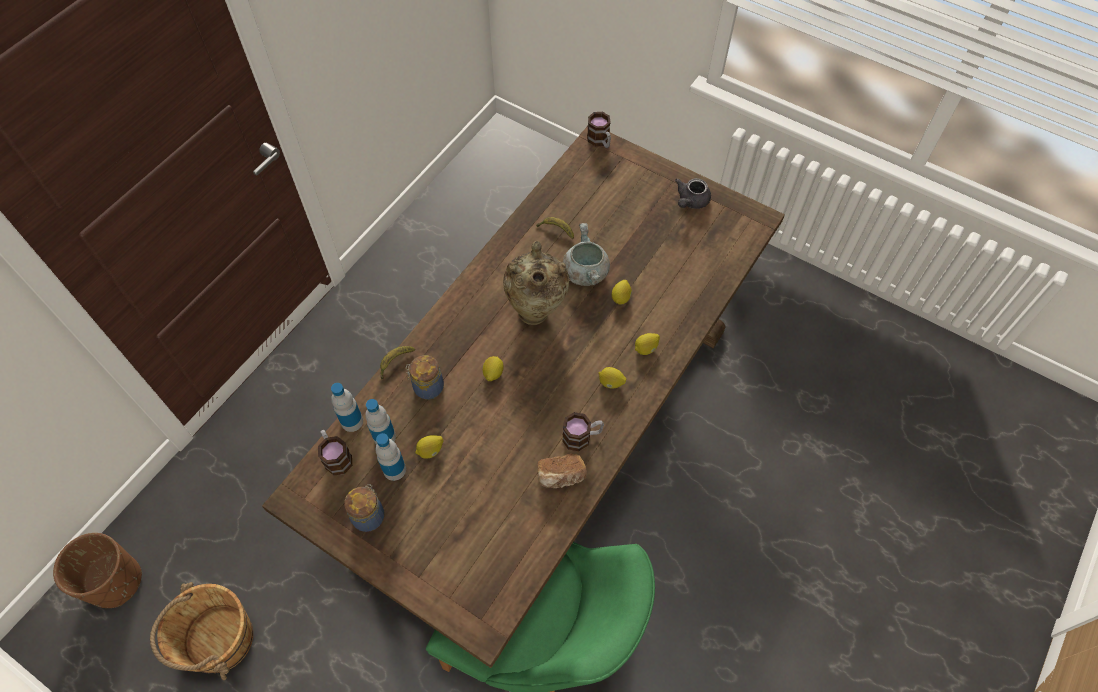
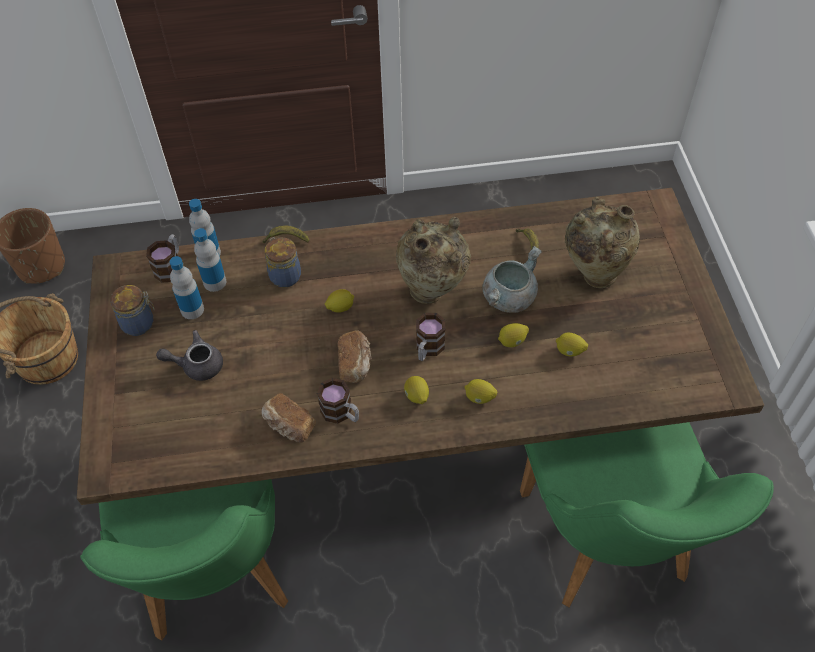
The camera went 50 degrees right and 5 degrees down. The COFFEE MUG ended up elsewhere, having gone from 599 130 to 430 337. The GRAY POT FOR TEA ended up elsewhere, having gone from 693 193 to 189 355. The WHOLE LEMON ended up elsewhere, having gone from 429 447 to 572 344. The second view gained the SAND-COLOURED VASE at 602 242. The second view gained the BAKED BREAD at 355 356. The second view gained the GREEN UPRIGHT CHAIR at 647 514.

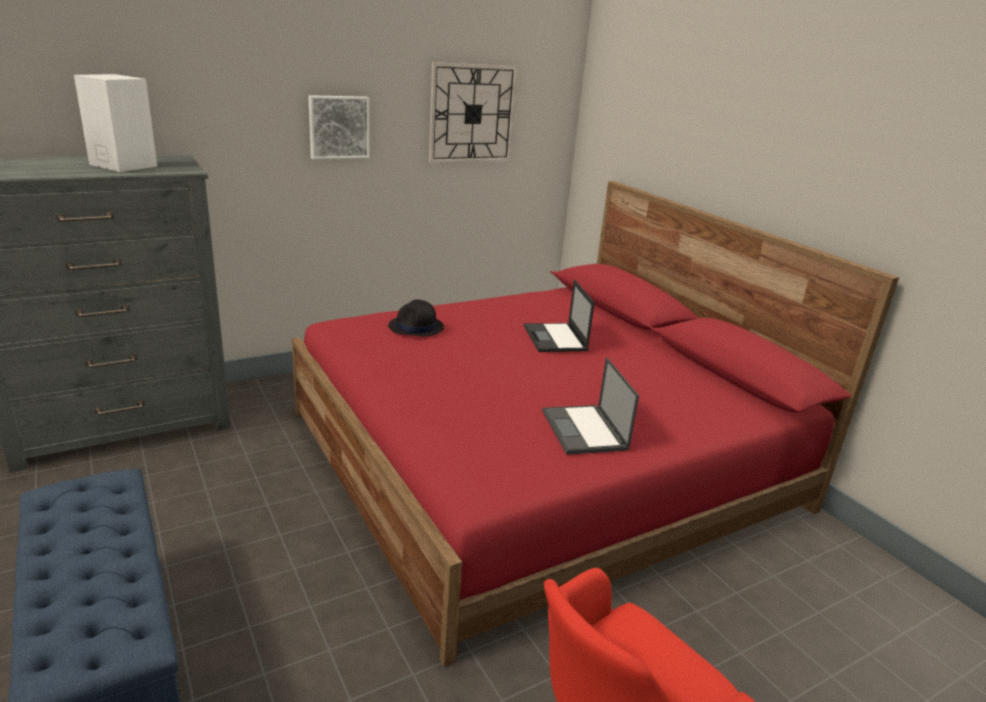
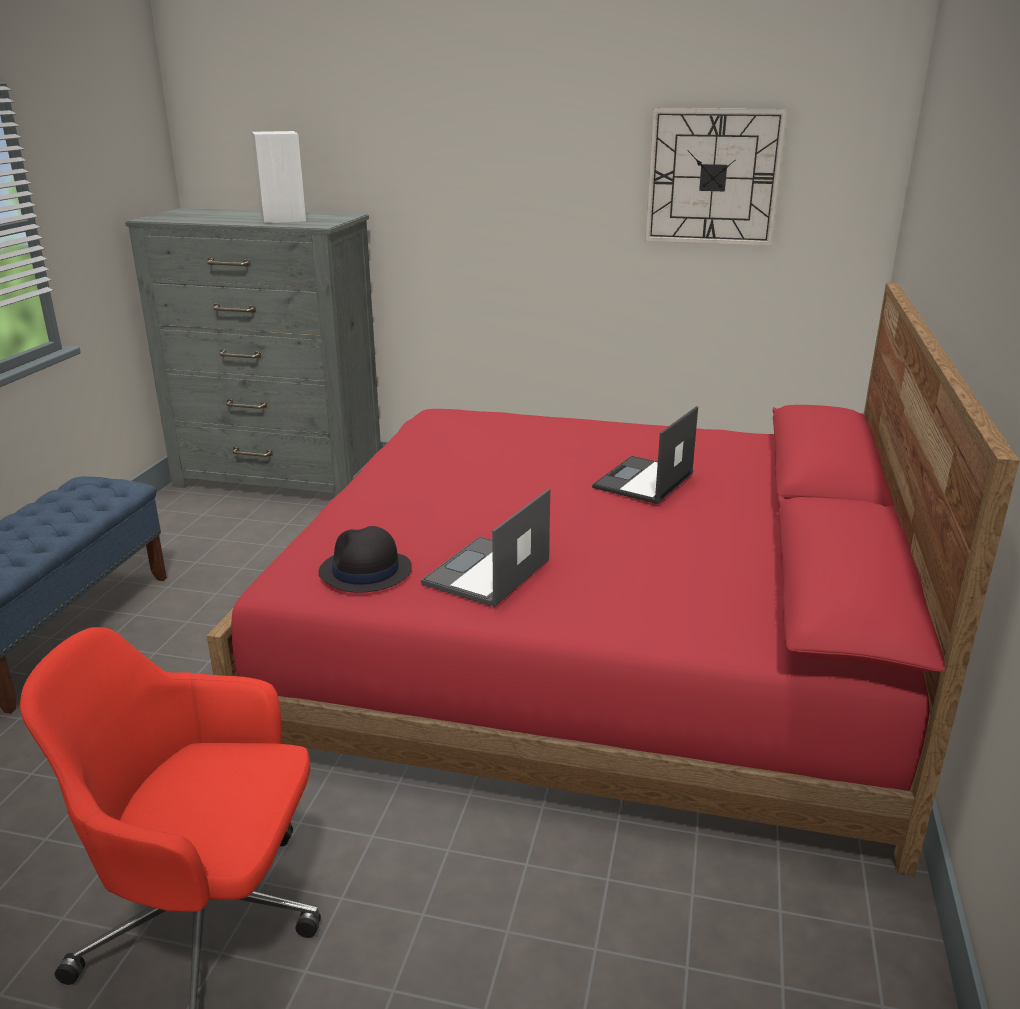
The camera went 45 degrees right and 0 degrees up. The second view lost the WALL ART at 339 127. The BLACK-COLOURED CLOTHING HAT ended up elsewhere, having gone from 416 318 to 365 559.

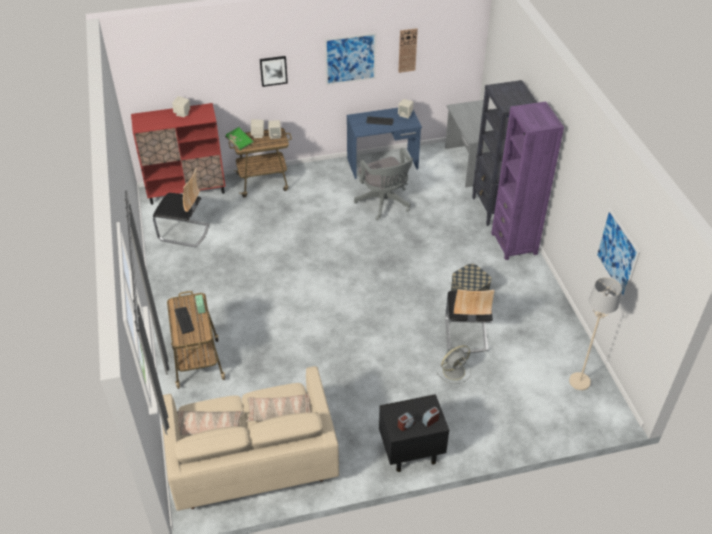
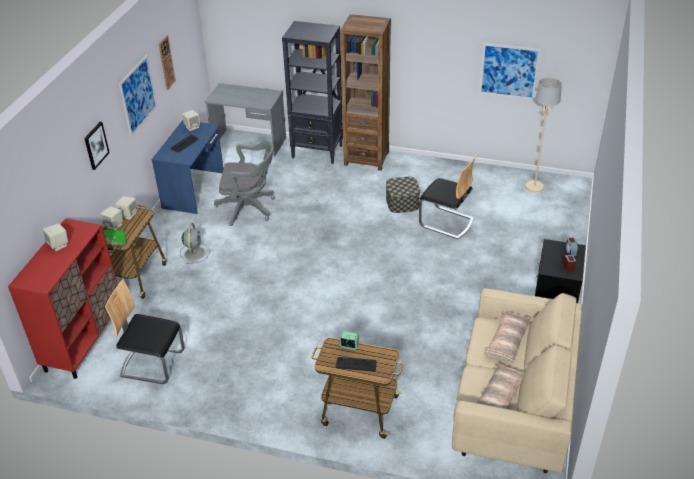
The camera went 60 degrees left and 5 degrees down. What was the PURPLISH BOOKCASE at 527 180 turned into the BROWNISH BOOKCASE at 365 92. The UPRIGHT CHAIR at 181 208 ended up facing another way, 120 degrees counterclockwise from before. The GRAY ELECTRIC FAN ended up elsewhere, having gone from 454 364 to 195 243.

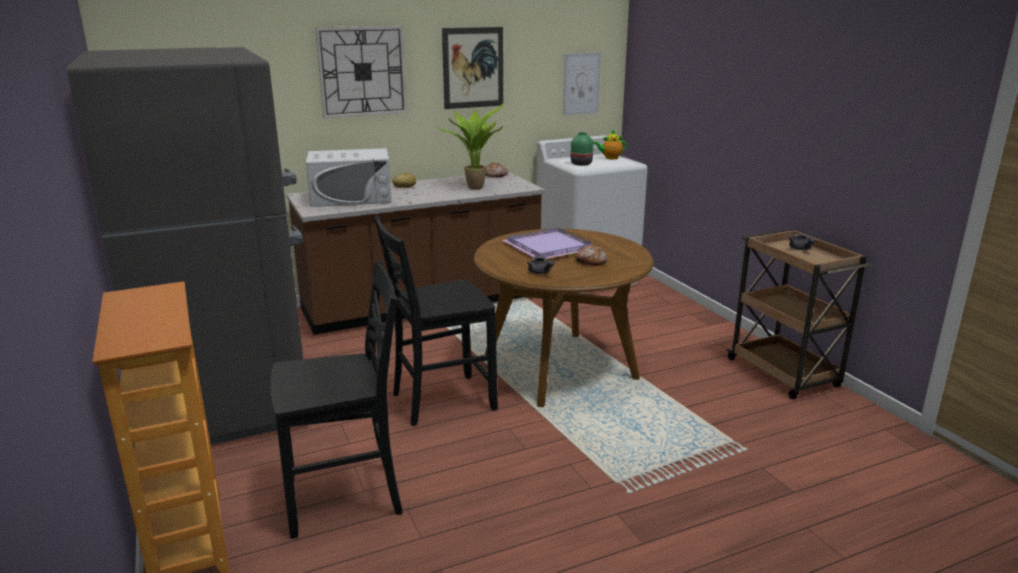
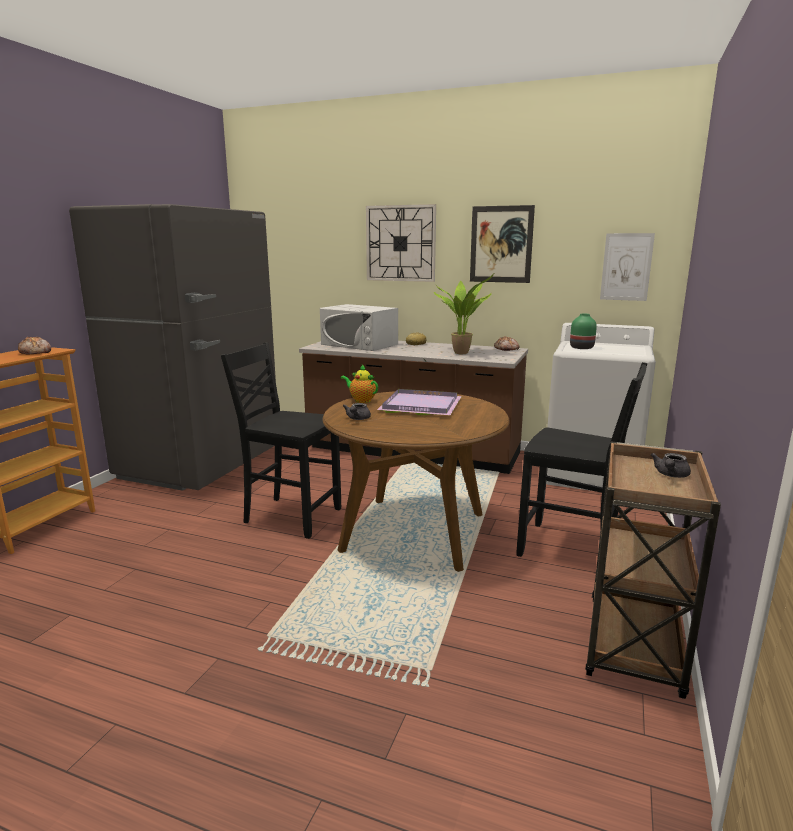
The camera went 45 degrees right and 5 degrees down. The POT FOR TEA ended up elsewhere, having gone from 609 144 to 359 384. The BAKED BREAD ended up elsewhere, having gone from 591 255 to 34 346. The BLACK-COLOURED UPRIGHT CHAIR ended up elsewhere, having gone from 337 400 to 581 459.

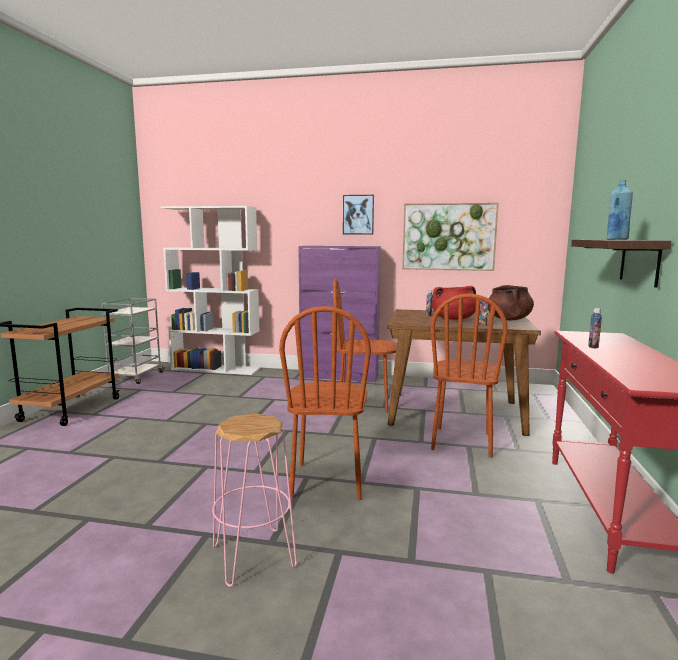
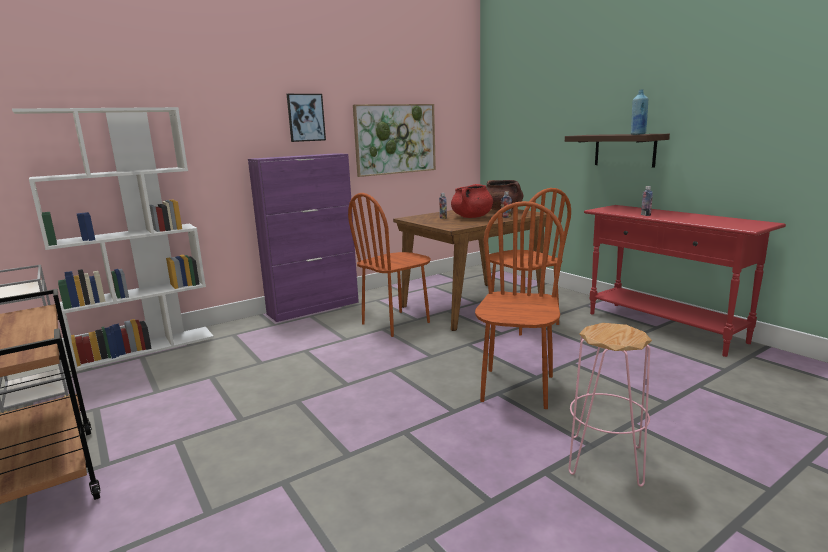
The camera went 45 degrees left and 5 degrees up. The BROWNISH UPRIGHT CHAIR at 325 403 ended up facing another way, 120 degrees counterclockwise from before.

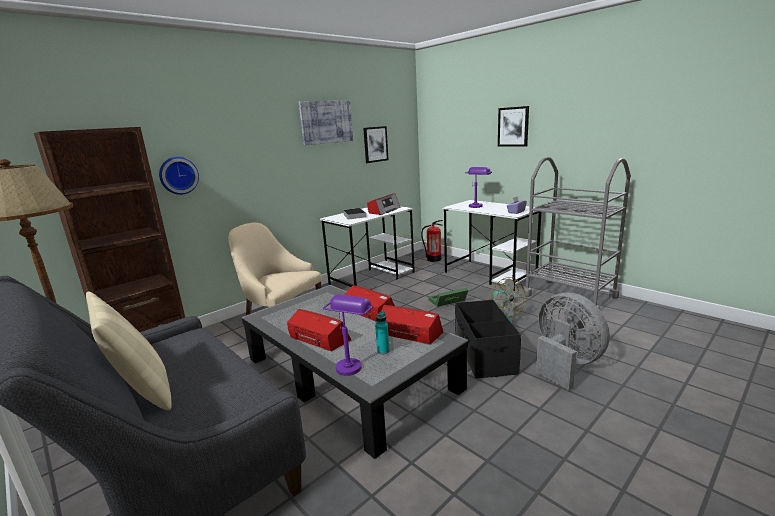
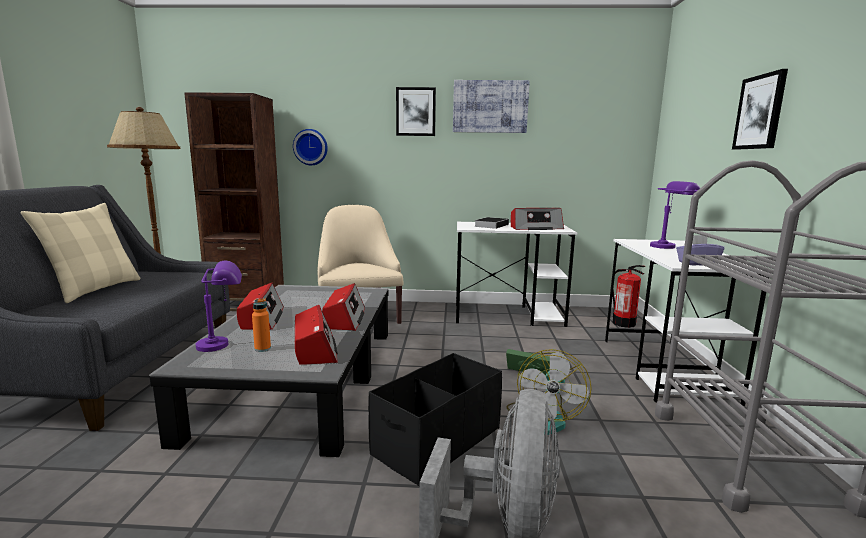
The camera went 45 degrees right and 5 degrees down. The WALL ART ended up elsewhere, having gone from 376 144 to 416 111. What was the TURQUOISE-COLOURED DRINK BOTTLE at 382 332 turned into the ORANGE DRINK BOTTLE at 261 325.

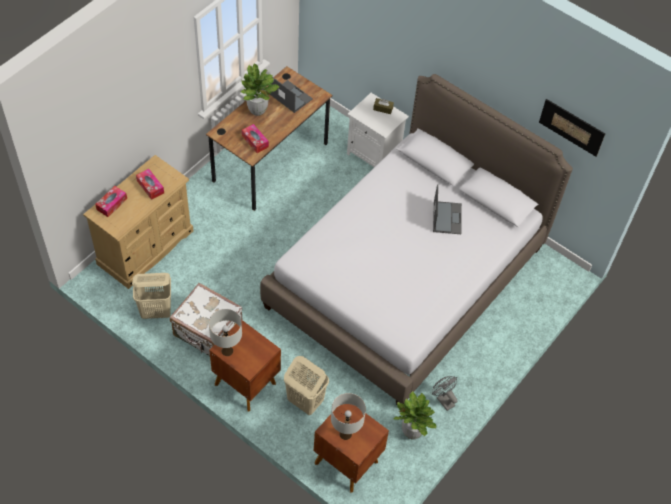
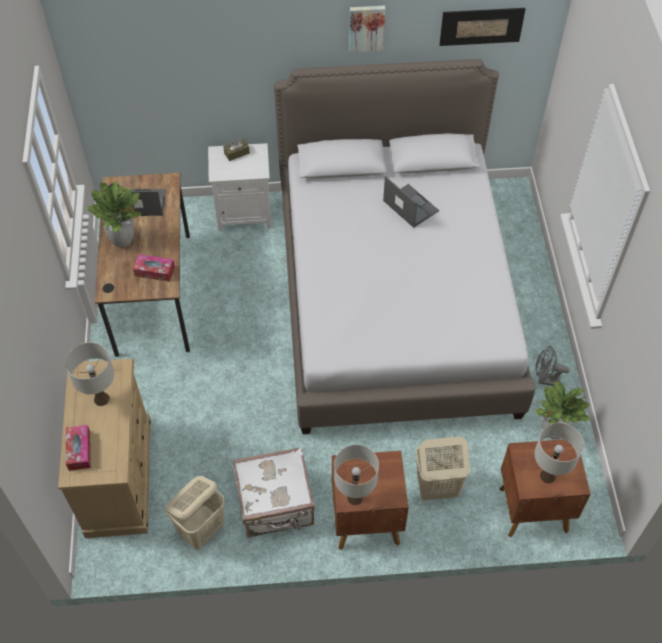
The camera went 40 degrees left and 0 degrees up. Where the BOX OF TISSUES stood at 150 184, the WHITISH LAMP FOR A TABLE came to stand at 89 374. The second view gained the WALL ART at 367 29.

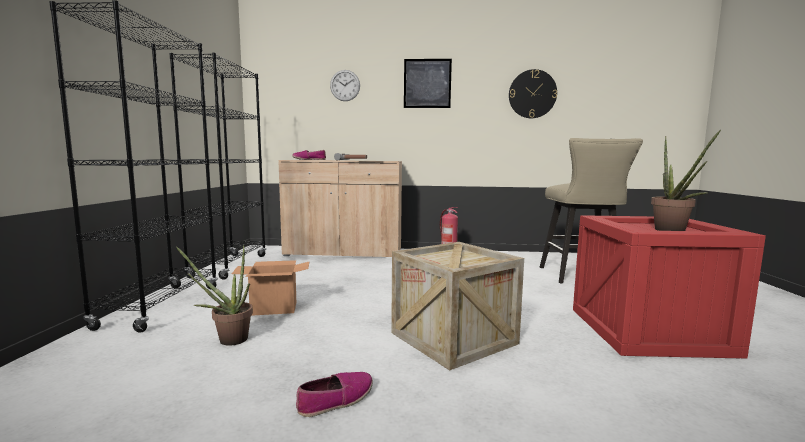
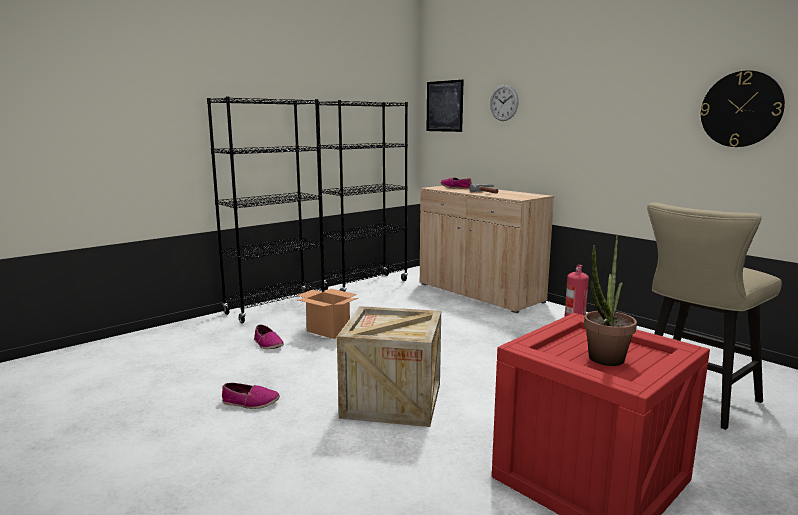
The camera went 45 degrees right and 5 degrees up. The WALL ART ended up elsewhere, having gone from 428 83 to 445 106. Where the POTTED PLANT stood at 214 295, the ITEM OF FOOTWEAR came to stand at 269 337.

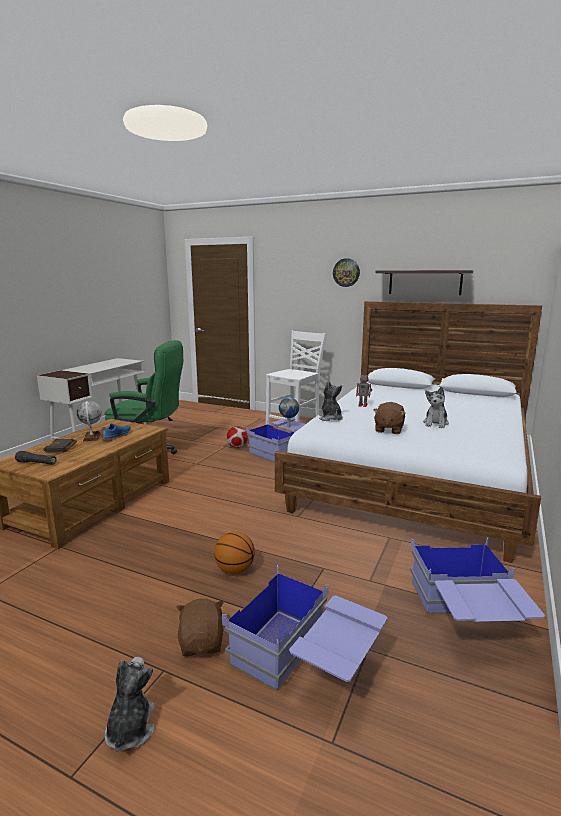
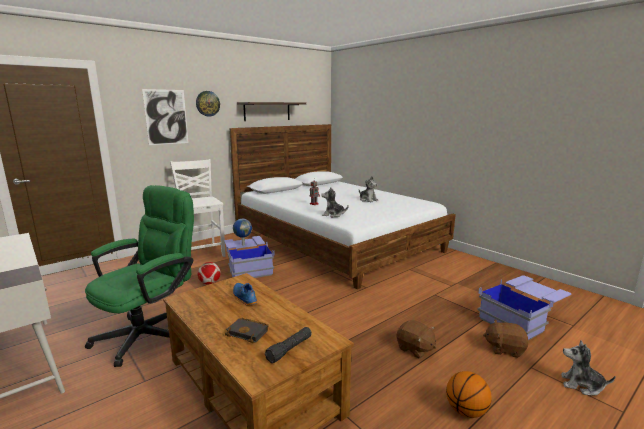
The camera went 65 degrees left and 0 degrees up. The second view lost the DESK GLOBE at 89 421. The BROWNISH PLUSH TOY ended up elsewhere, having gone from 389 418 to 417 339. The BALL FOR BASKETBALL ended up elsewhere, having gone from 234 552 to 469 394. The second view lost the BLUE-COLOURED STORAGE BOX at 477 580. The second view gained the WALL ART at 165 117.

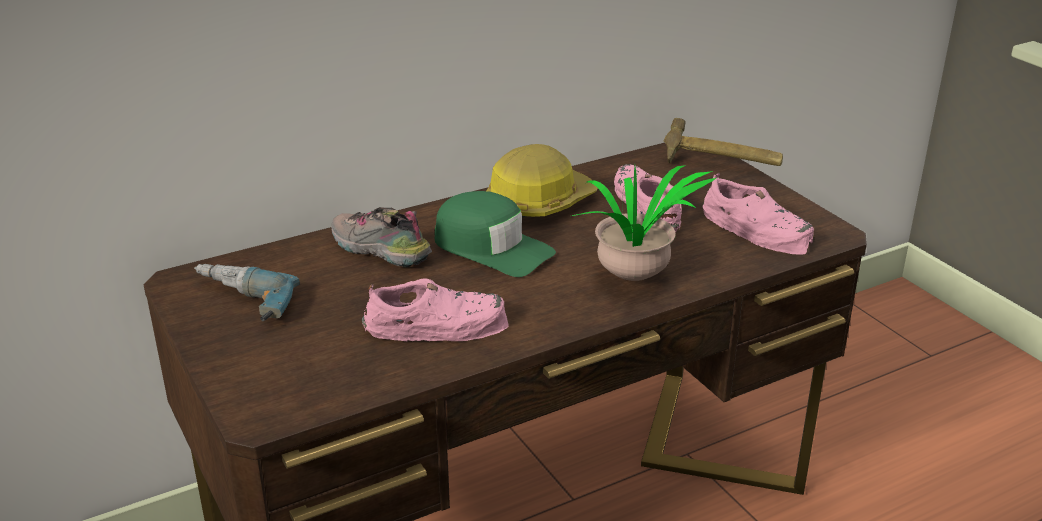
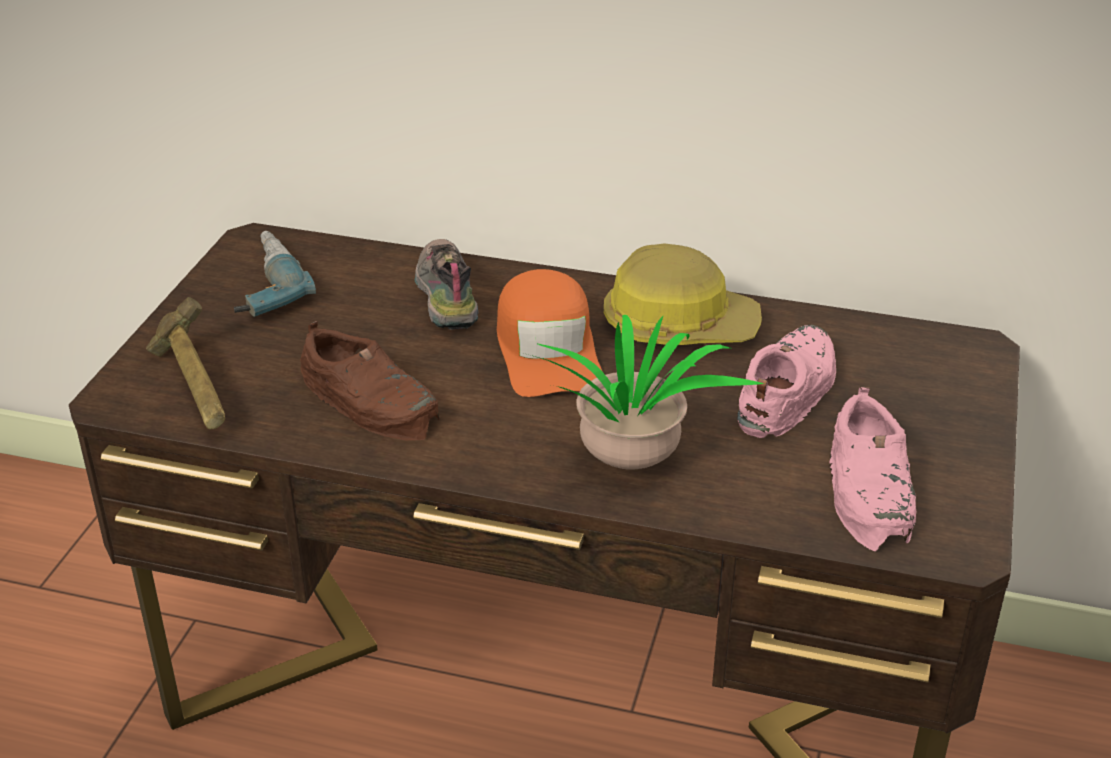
The camera went 45 degrees right and 5 degrees up. The HAMMER ended up elsewhere, having gone from 723 142 to 185 363. What was the GREEN BASEBALL CAP at 495 234 turned into the ORANGE BASEBALL CAP at 550 333. What was the PINKISH ITEM OF FOOTWEAR at 435 309 turned into the BROWNISH ITEM OF FOOTWEAR at 370 381.

